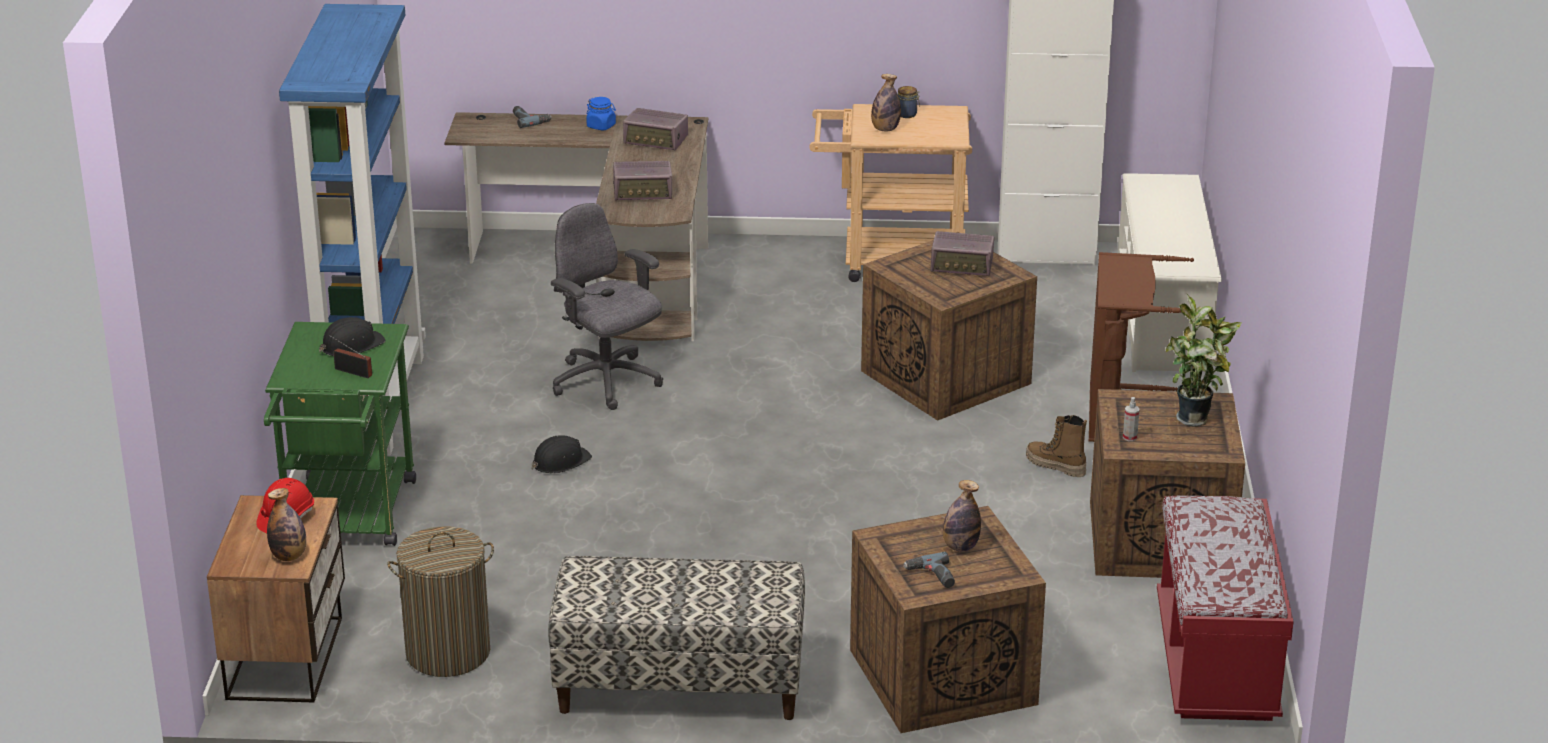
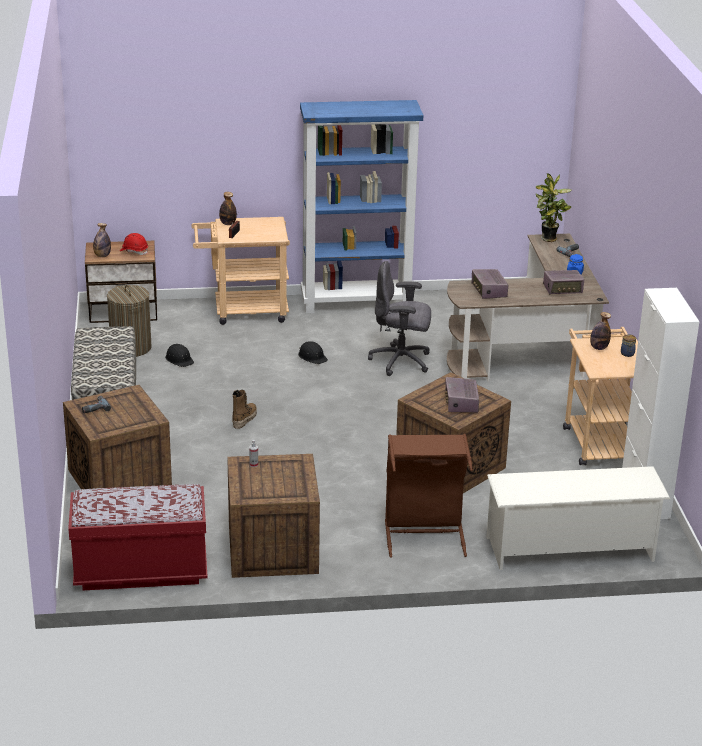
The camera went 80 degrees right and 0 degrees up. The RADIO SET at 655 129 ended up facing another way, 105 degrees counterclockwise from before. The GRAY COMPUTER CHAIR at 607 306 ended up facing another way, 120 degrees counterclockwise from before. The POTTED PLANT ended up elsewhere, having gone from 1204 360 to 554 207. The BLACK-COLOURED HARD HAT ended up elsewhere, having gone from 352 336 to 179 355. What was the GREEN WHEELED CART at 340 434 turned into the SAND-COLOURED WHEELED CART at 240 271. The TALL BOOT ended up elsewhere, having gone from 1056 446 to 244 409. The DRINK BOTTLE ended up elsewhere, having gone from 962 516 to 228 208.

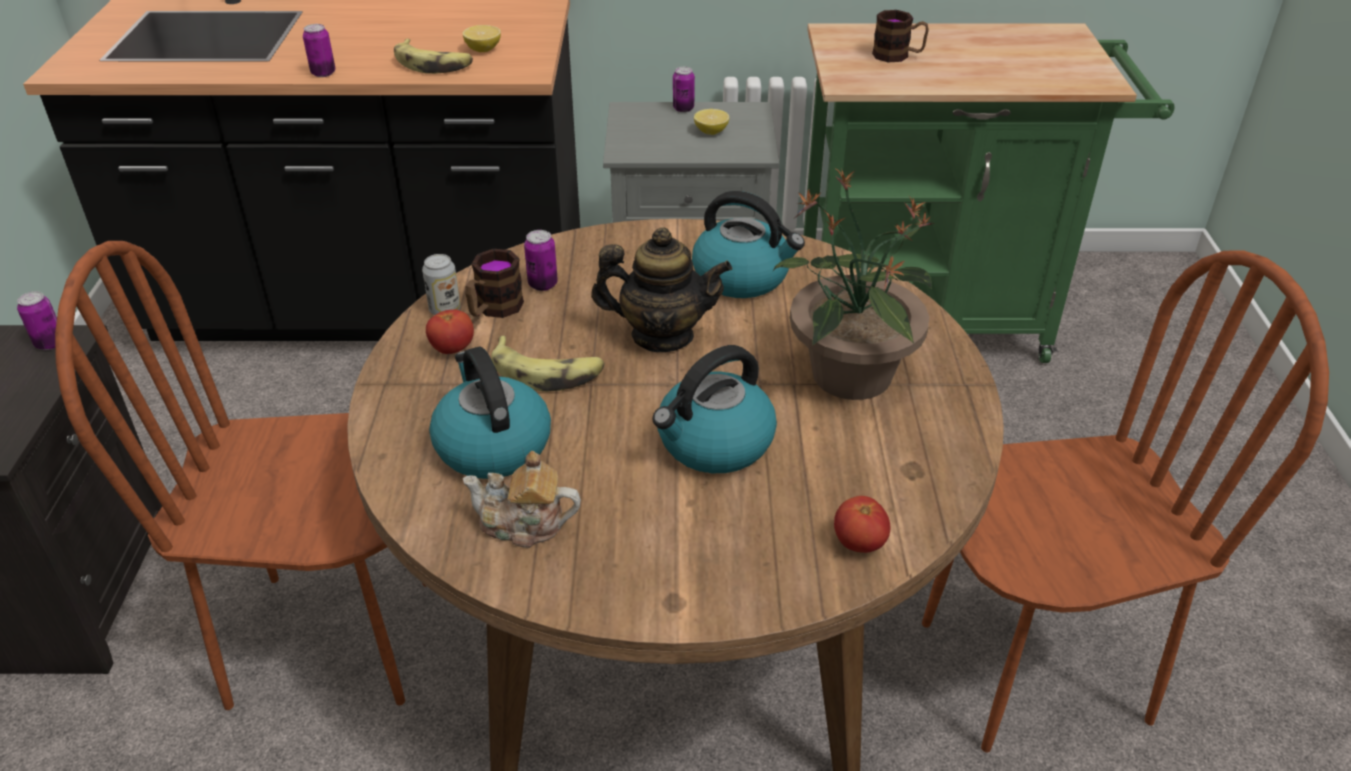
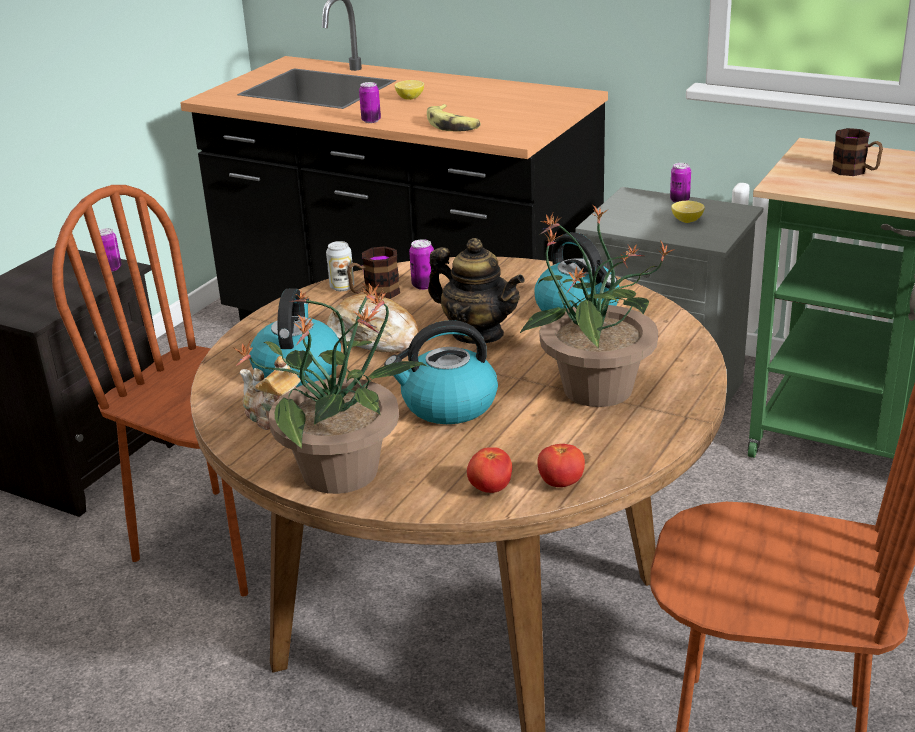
The camera went 30 degrees right and 10 degrees down. The WHOLE LEMON ended up elsewhere, having gone from 481 38 to 409 90. The WHOLE TOMATO ended up elsewhere, having gone from 450 332 to 561 465. Where the WHOLE BANANA stood at 547 364, the BAKED BREAD came to stand at 373 323. The second view gained the POTTED PLANT at 330 389.

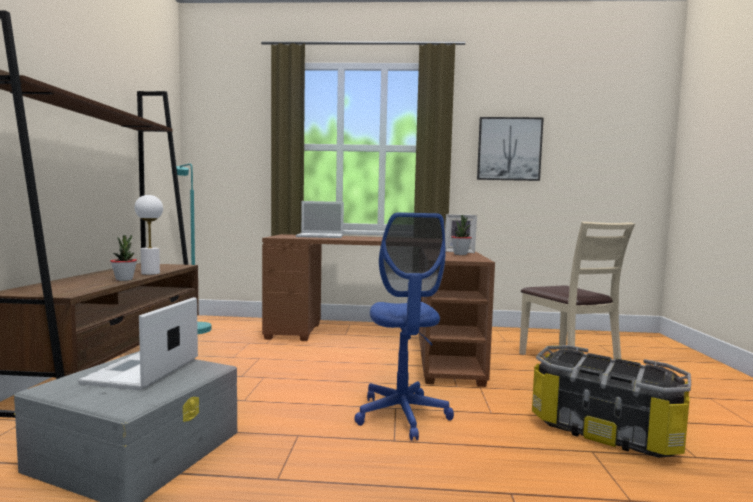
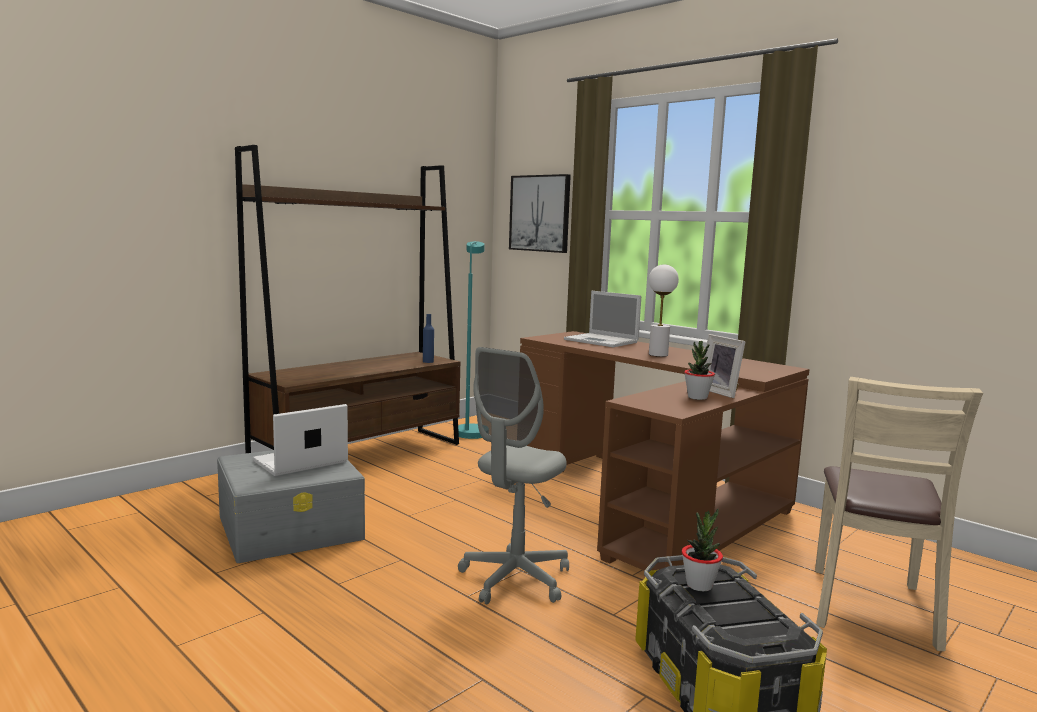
The camera went 40 degrees right and 5 degrees up. The WALL ART ended up elsewhere, having gone from 510 149 to 540 213. The WHITISH LAMP FOR A TABLE ended up elsewhere, having gone from 149 235 to 664 310. What was the BLUE-COLOURED COMPUTER CHAIR at 404 326 turned into the GRAY COMPUTER CHAIR at 513 475. The POTTED PLANT ended up elsewhere, having gone from 124 258 to 702 550. The second view gained the BLUE-COLOURED DRINK BOTTLE at 428 338.

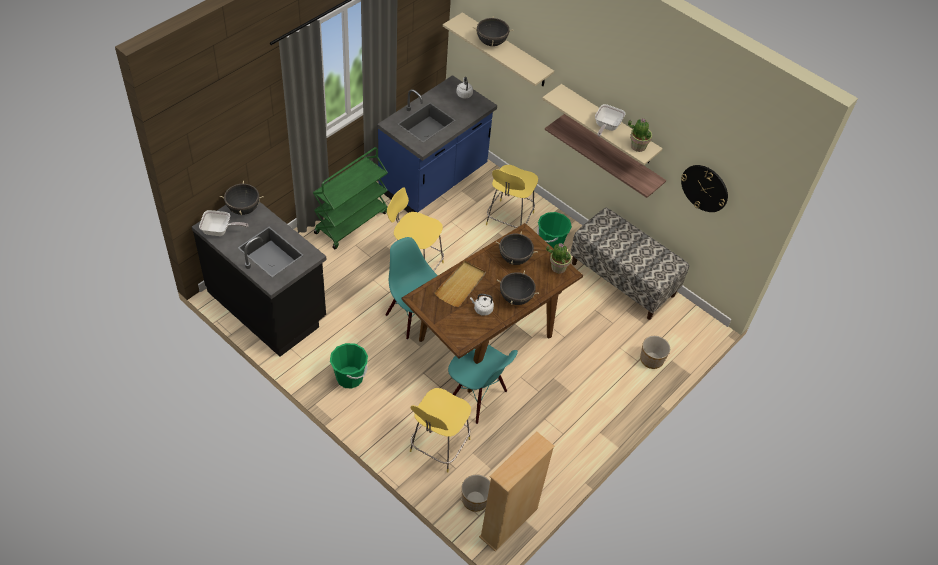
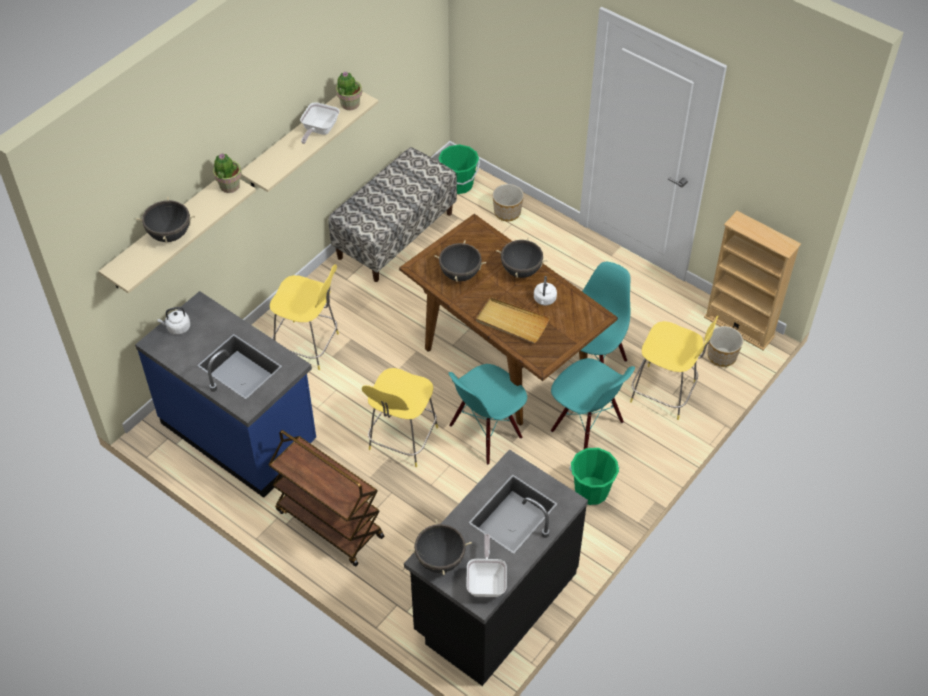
The camera went 90 degrees left and 0 degrees up. The FRYING PAN at 610 120 ended up facing another way, 90 degrees clockwise from before. The second view lost the WALL SHELF at 605 156. What was the GREEN WHEELED CART at 350 198 turned into the BROWNISH WHEELED CART at 326 498. The second view lost the WALL CLOCK at 704 188. The GREEN PAIL ended up elsewhere, having gone from 554 230 to 459 169. The POTTED PLANT ended up elsewhere, having gone from 559 258 to 227 173. The second view gained the TURQUOISE-COLOURED UPRIGHT CHAIR at 593 403.

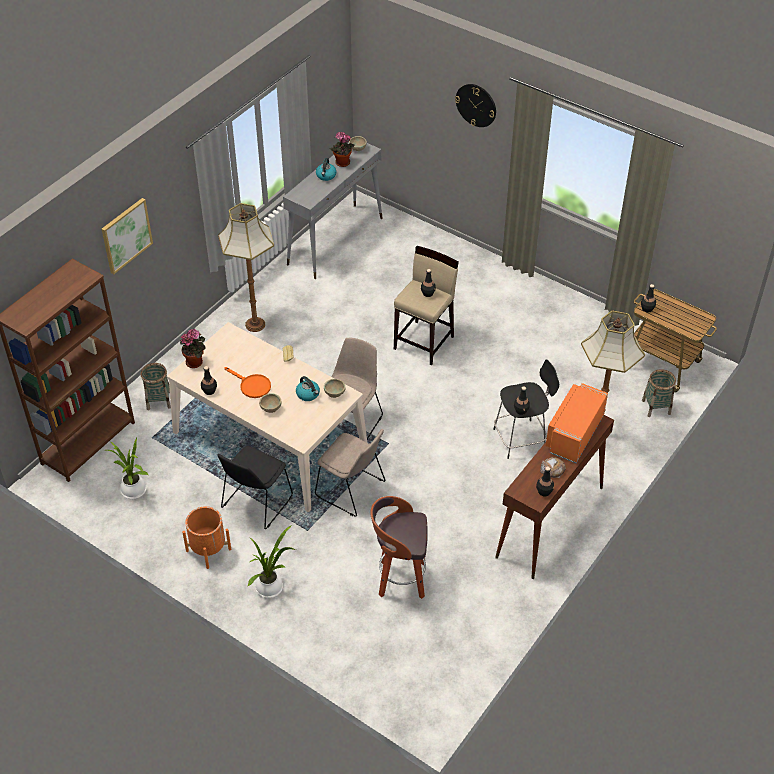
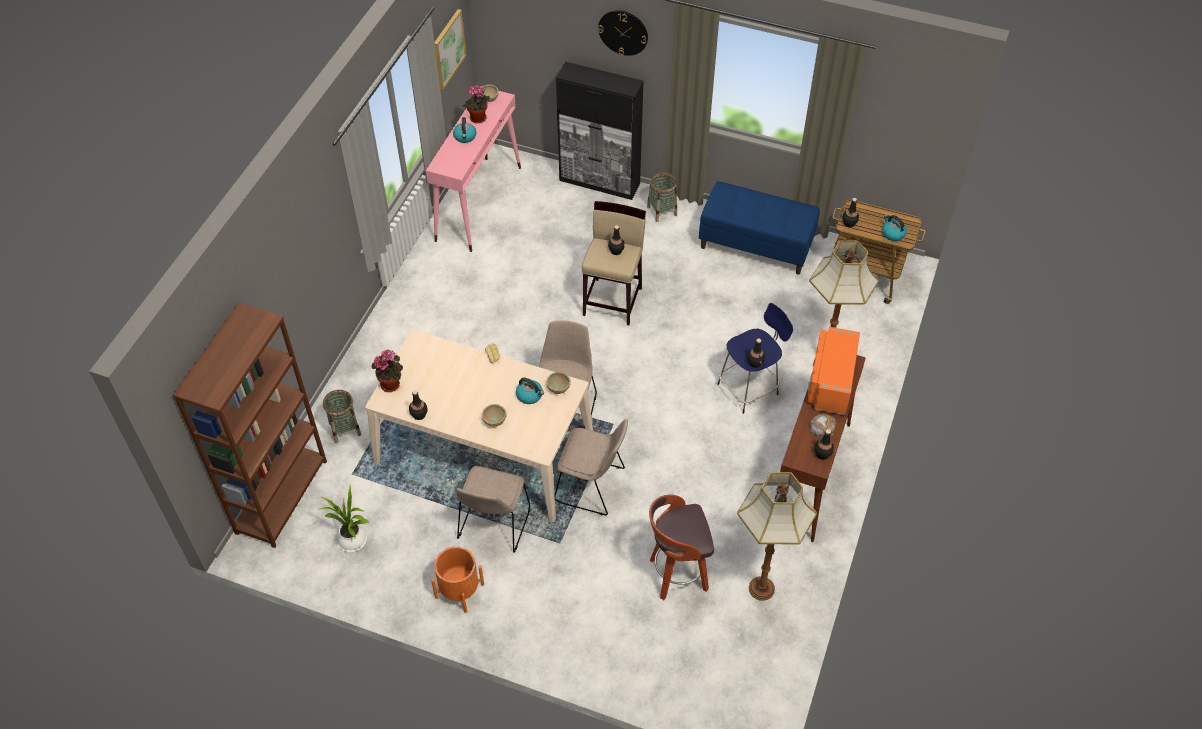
The camera went 15 degrees left and 5 degrees up. What was the GRAY HALL TABLE at 333 210 turned into the PINKISH HALL TABLE at 473 169. The WALL ART ended up elsewhere, having gone from 127 236 to 450 49. The STANDARD LAMP ended up elsewhere, having gone from 246 267 to 777 536. What was the BLACK-COLOURED SITTING STOOL at 526 409 turned into the BLUE-COLOURED SITTING STOOL at 755 358. The second view lost the ORANGE FRYING PAN at 248 382. The STORAGE BASKET ended up elsewhere, having gone from 659 393 to 662 197. What was the BLACK-COLOURED UPRIGHT CHAIR at 255 487 turned into the SAND-COLOURED UPRIGHT CHAIR at 493 509. The second view lost the POTTED PLANT at 272 561. The second view gained the BLACK-COLOURED CUPBOARD at 599 131. The second view gained the BLUE-COLOURED LONG SEAT at 759 228. The second view gained the TEA KETTLE at 894 228.

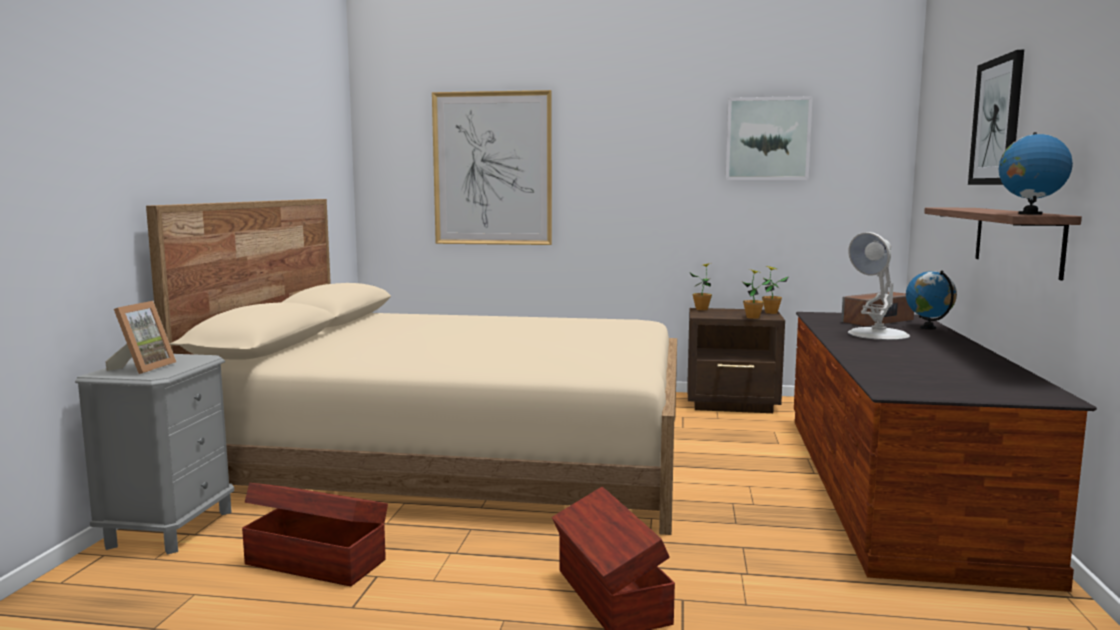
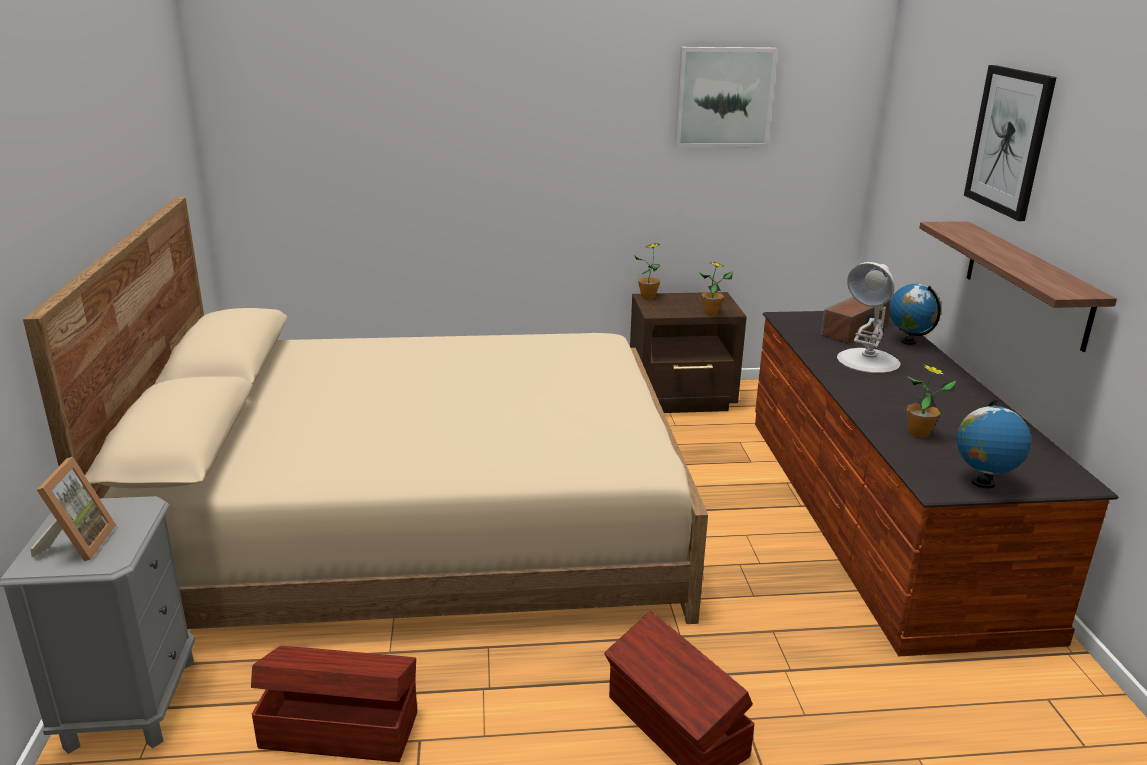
The camera went 15 degrees left and 15 degrees up. The second view lost the WALL ART at 492 167. The DESK GLOBE ended up elsewhere, having gone from 1036 173 to 994 444. The POTTED PLANT ended up elsewhere, having gone from 775 290 to 931 401.

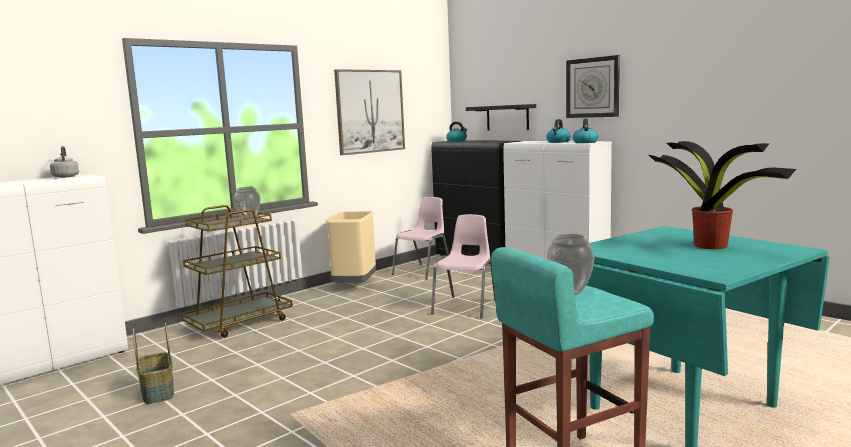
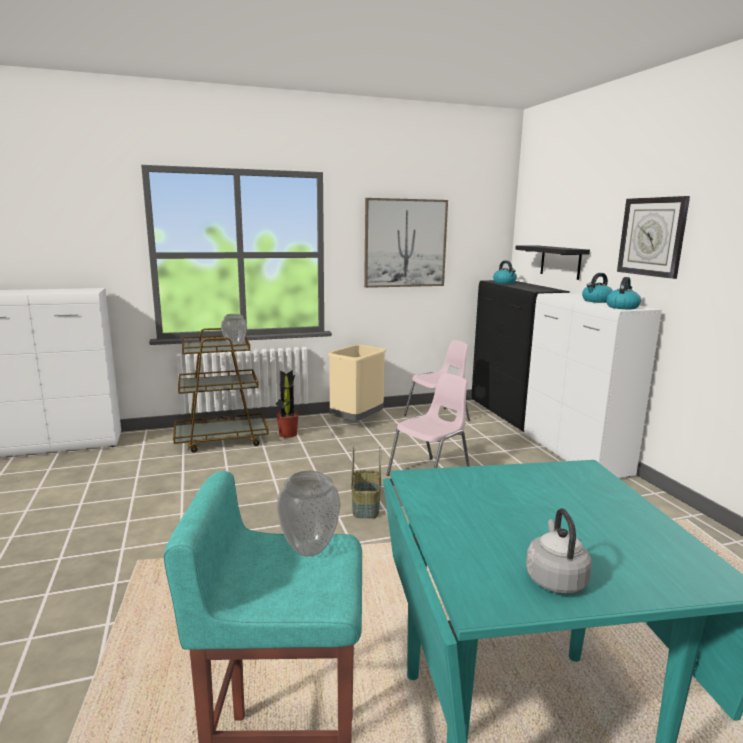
The camera went 25 degrees right and 5 degrees up. The POTTED PLANT ended up elsewhere, having gone from 722 195 to 287 404. The GRAY TEA KETTLE ended up elsewhere, having gone from 64 162 to 559 551. The STORAGE BASKET ended up elsewhere, having gone from 153 363 to 366 483.

